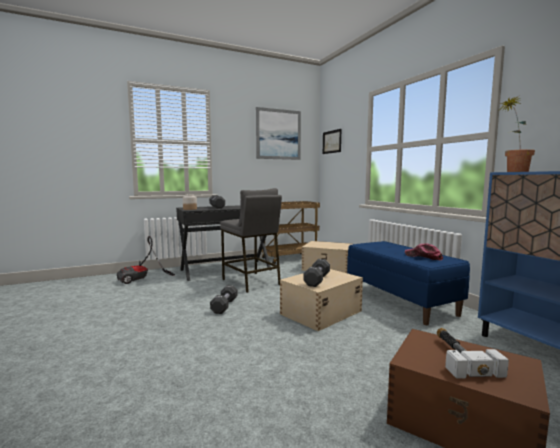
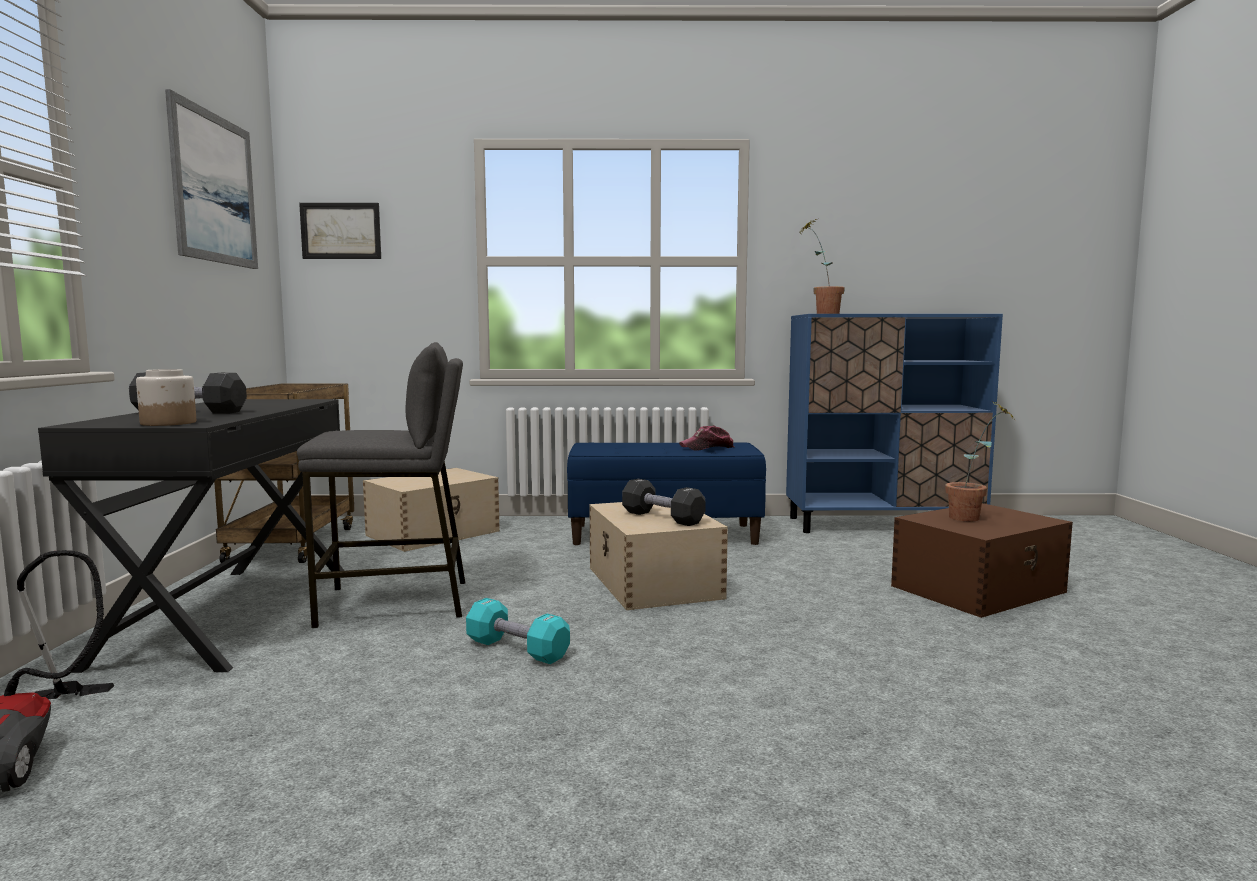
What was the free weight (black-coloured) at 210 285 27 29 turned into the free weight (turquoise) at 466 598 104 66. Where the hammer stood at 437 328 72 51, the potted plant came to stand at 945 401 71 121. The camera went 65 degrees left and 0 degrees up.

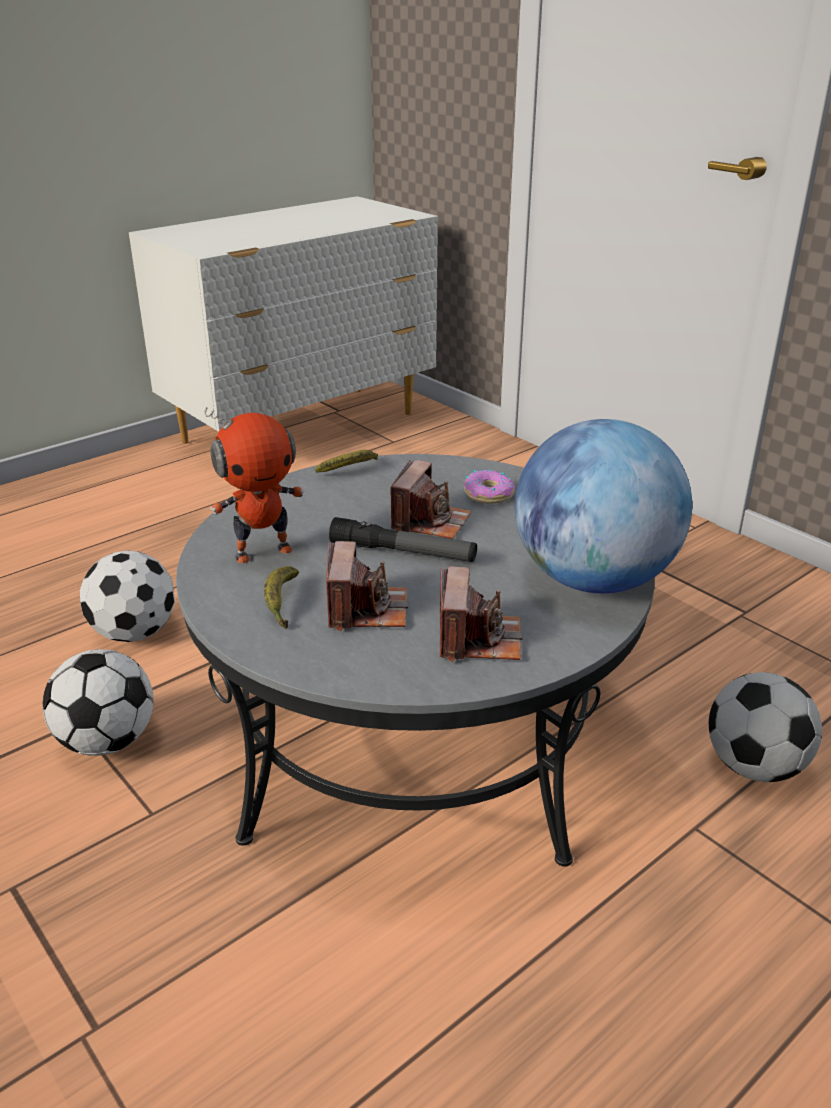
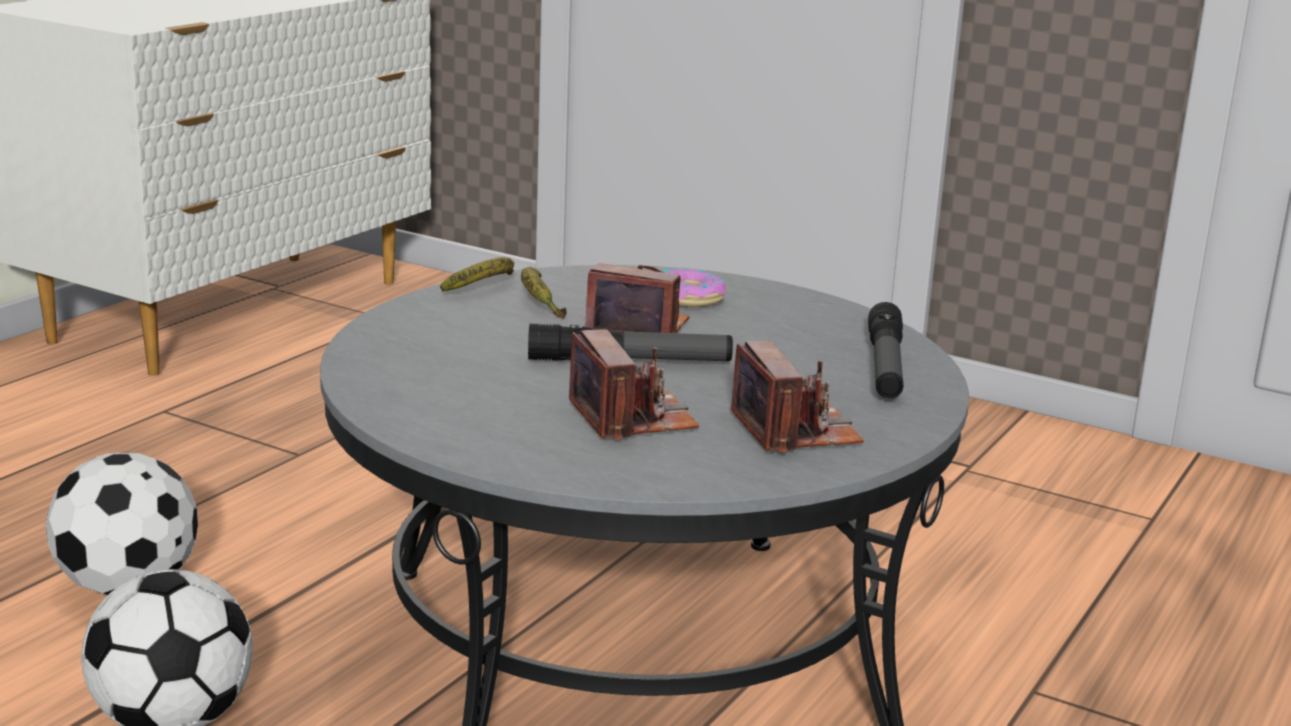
The second view lost the model robot at 205 407 99 156. Where the globe stood at 515 419 177 174, the flashlight came to stand at 868 302 36 96. The photo camera at 390 460 82 79 ended up facing another way, 75 degrees counterclockwise from before. The banana fruit ended up elsewhere, having gone from 264 566 35 63 to 521 267 45 52. The second view lost the football at 709 672 113 110. The camera went 20 degrees left and 10 degrees down.

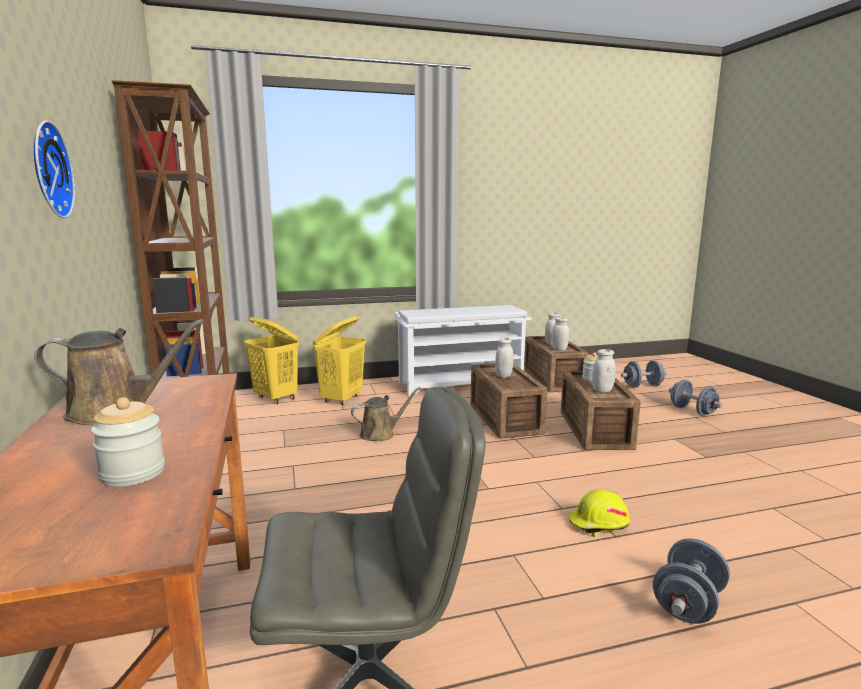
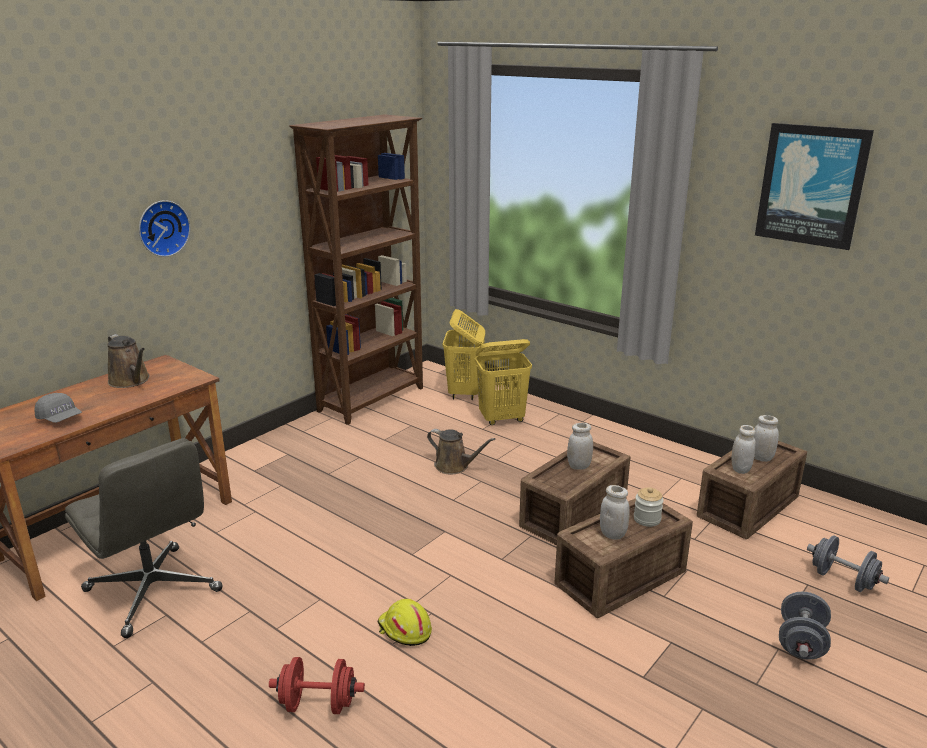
The second view lost the shoe shelf (white) at 394 305 138 91. Where the storage jar stood at 91 397 74 90, the cap (gray) came to stand at 34 393 48 30. What was the free weight (gray) at 653 538 77 86 turned into the free weight (reddish) at 269 657 96 57. The second view gained the wall picture at 755 123 119 127. The camera went 55 degrees right and 10 degrees up.

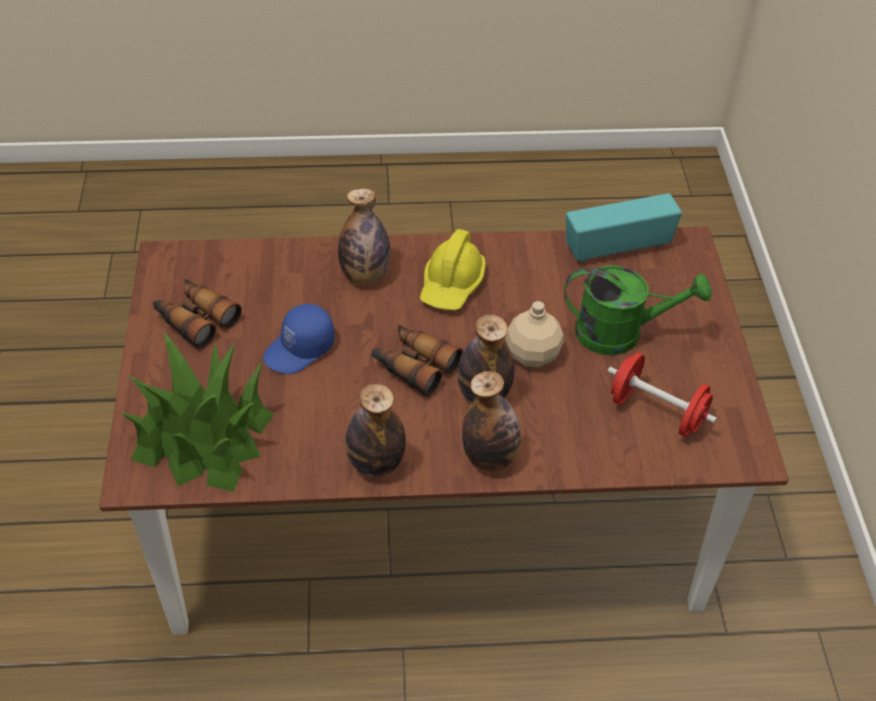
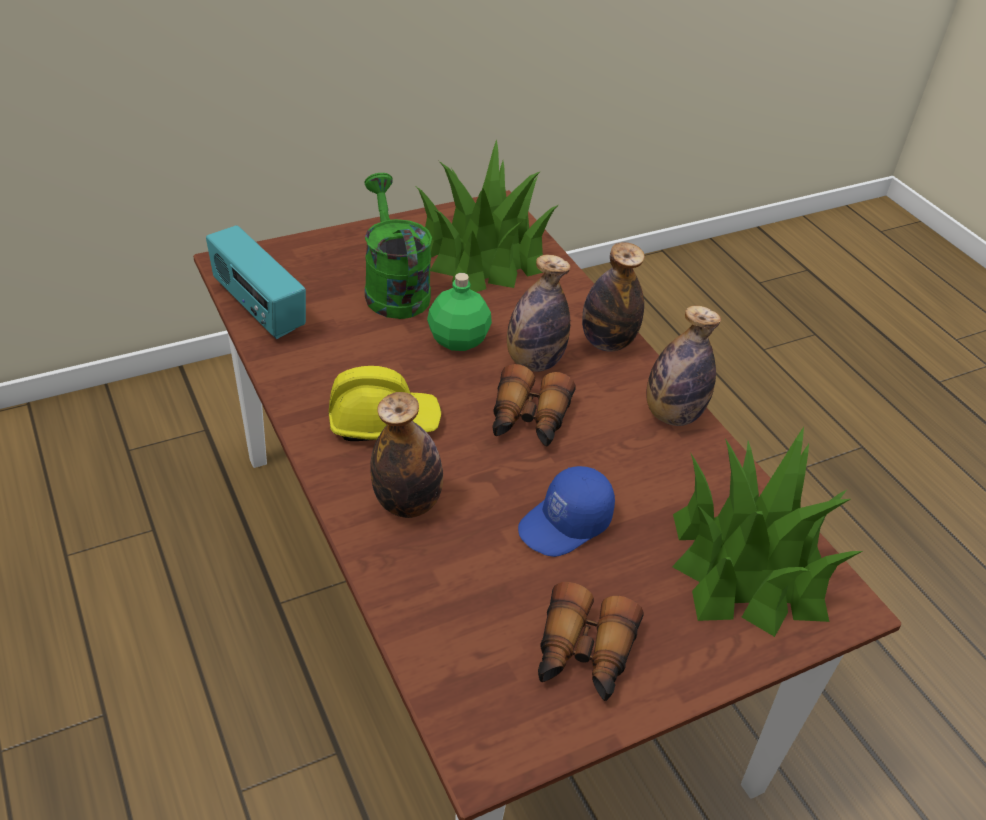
What was the beverage bottle (beige-coloured) at 505 301 59 66 turned into the beverage bottle (green-coloured) at 427 273 65 78. The cap (blue-coloured) at 263 304 72 70 ended up facing another way, 120 degrees clockwise from before. Where the free weight (reddish) stood at 607 353 110 84, the potted plant came to stand at 416 139 142 153. The camera went 115 degrees left and 5 degrees down.

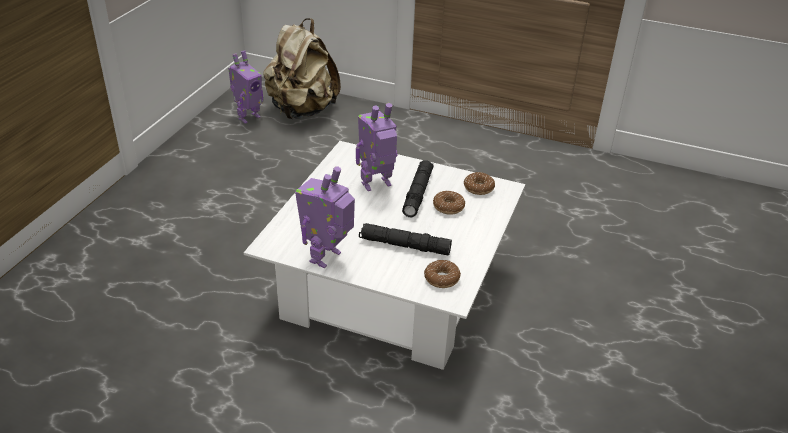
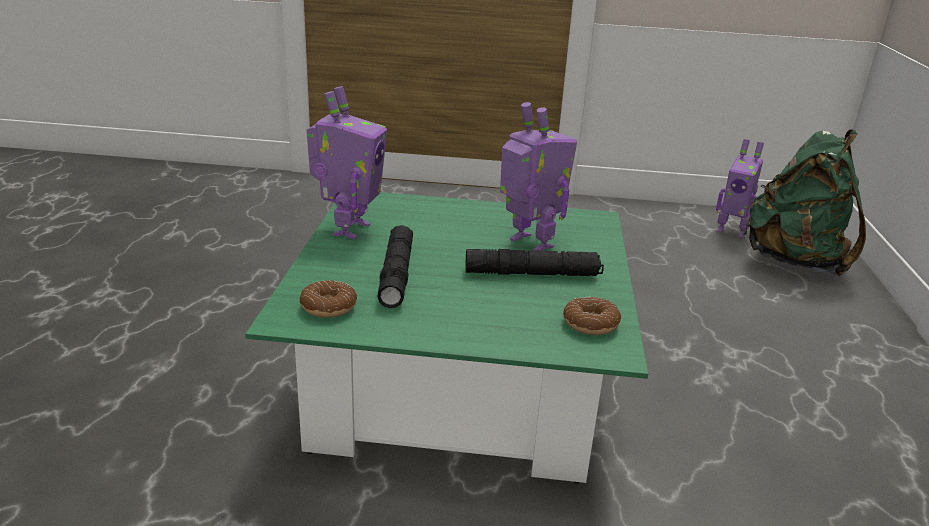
What was the knapsack (beige-coloured) at 263 18 78 101 turned into the knapsack (green-coloured) at 743 129 123 147. What was the low table (white) at 244 141 281 229 turned into the low table (green-coloured) at 245 192 403 292. The model robot at 295 166 60 103 ended up facing another way, 90 degrees clockwise from before. The second view lost the donut at 433 191 32 24. The camera went 75 degrees right and 10 degrees down.

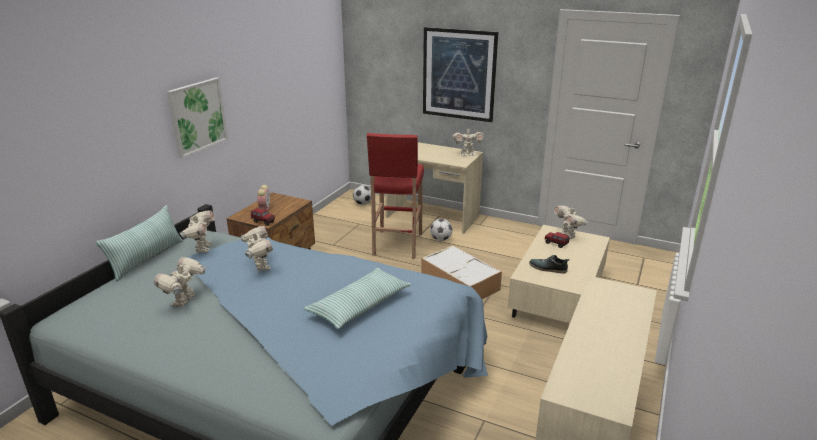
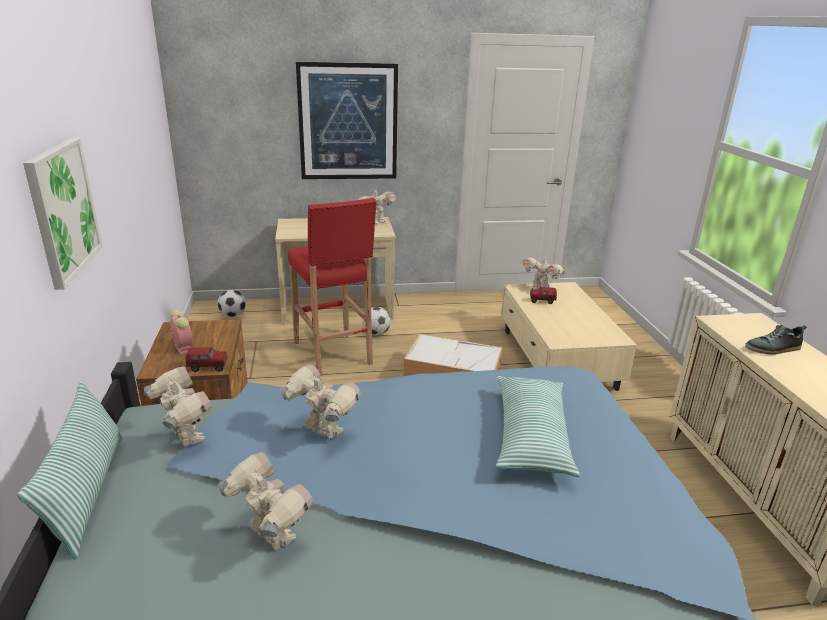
The shoe ended up elsewhere, having gone from 529 255 40 19 to 745 325 62 30. The model robot at 153 257 53 50 ended up facing another way, 150 degrees clockwise from before. The camera went 35 degrees left and 0 degrees up.

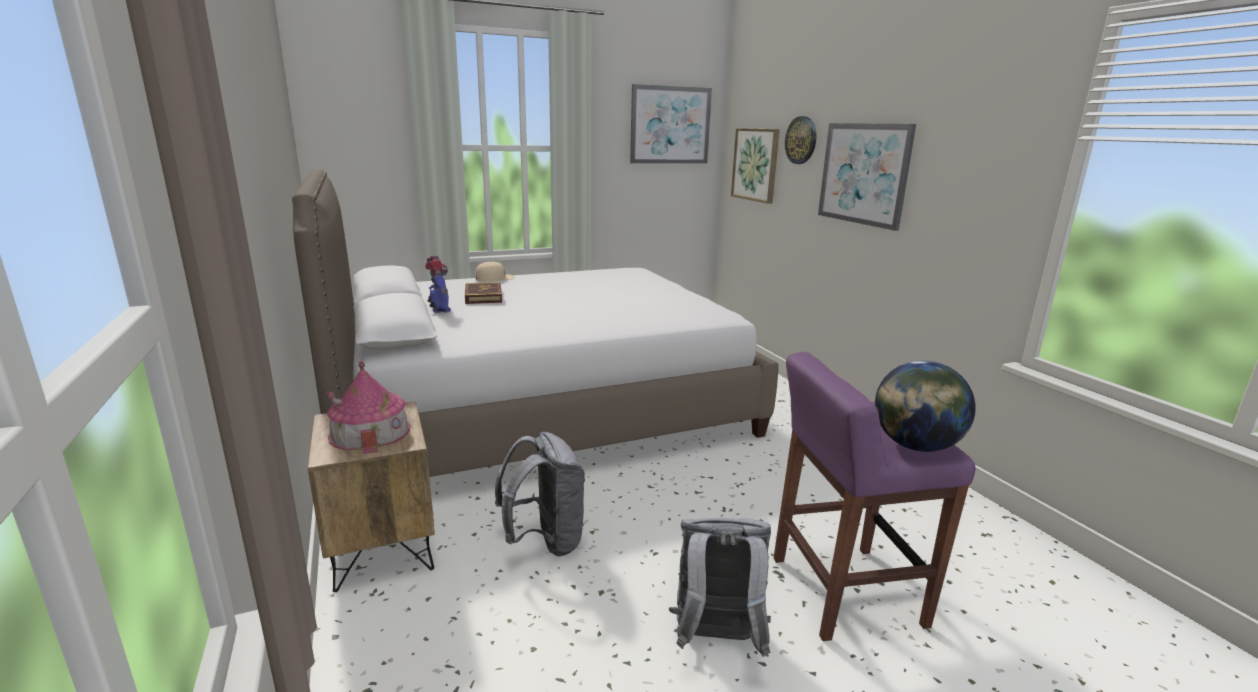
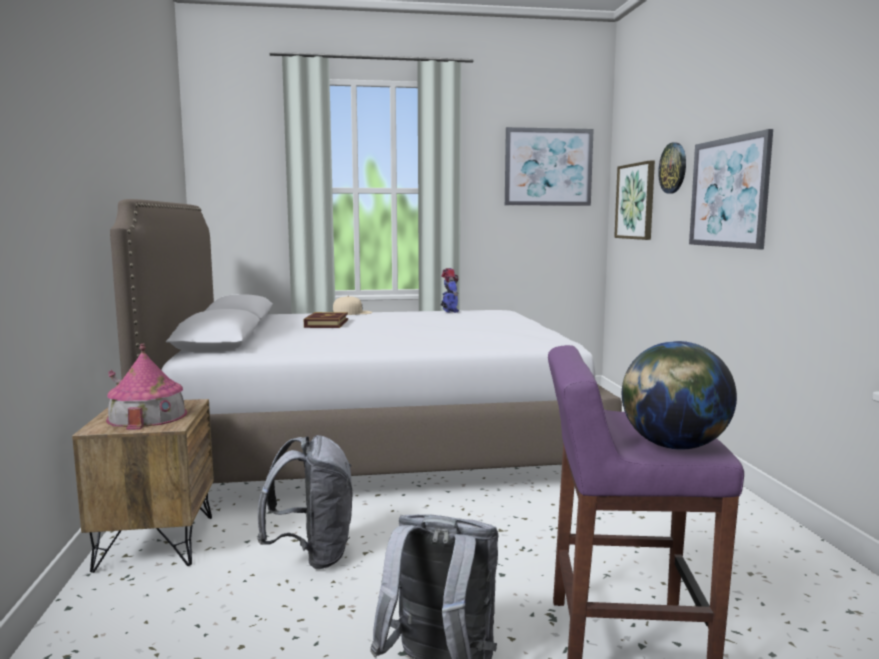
The model robot ended up elsewhere, having gone from 425 256 26 57 to 441 268 18 45. The camera went 15 degrees right and 10 degrees down.

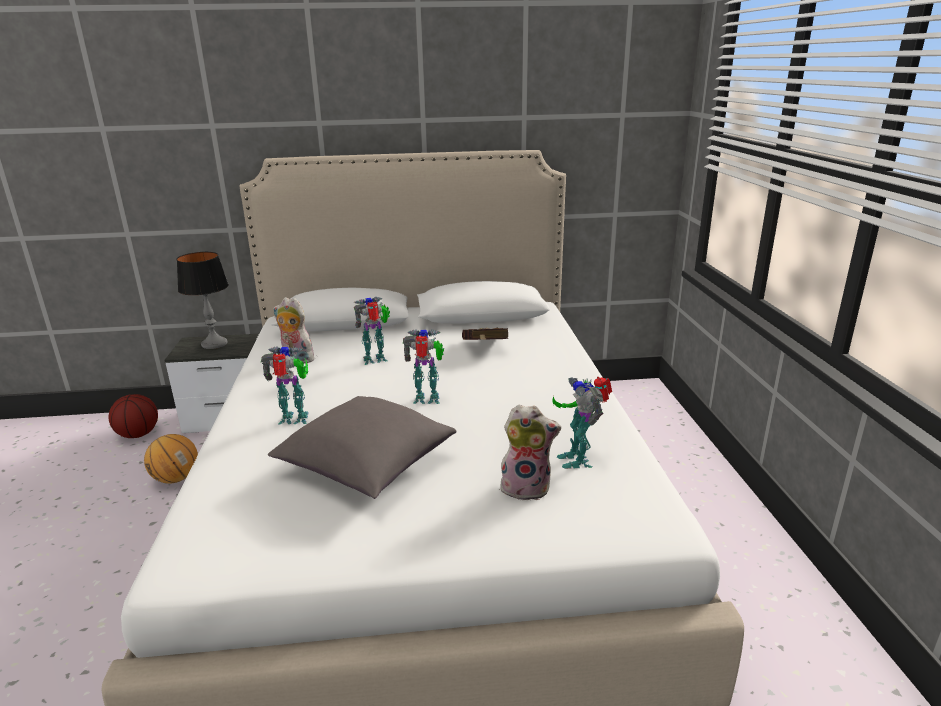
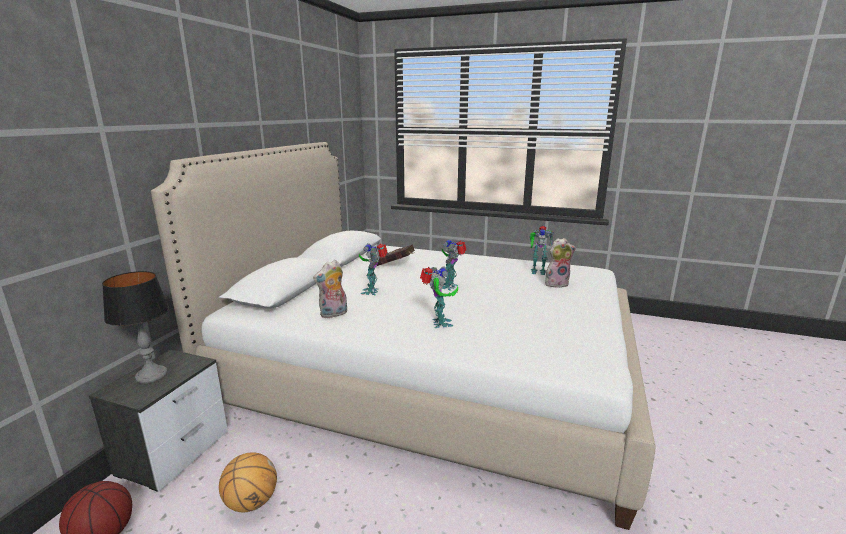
The model robot at 261 346 48 78 ended up facing another way, 150 degrees clockwise from before. The second view lost the throw pillow (gray) at 268 396 189 103. The soft toy at 500 404 61 97 ended up facing another way, 45 degrees clockwise from before. The camera went 65 degrees left and 5 degrees down.

